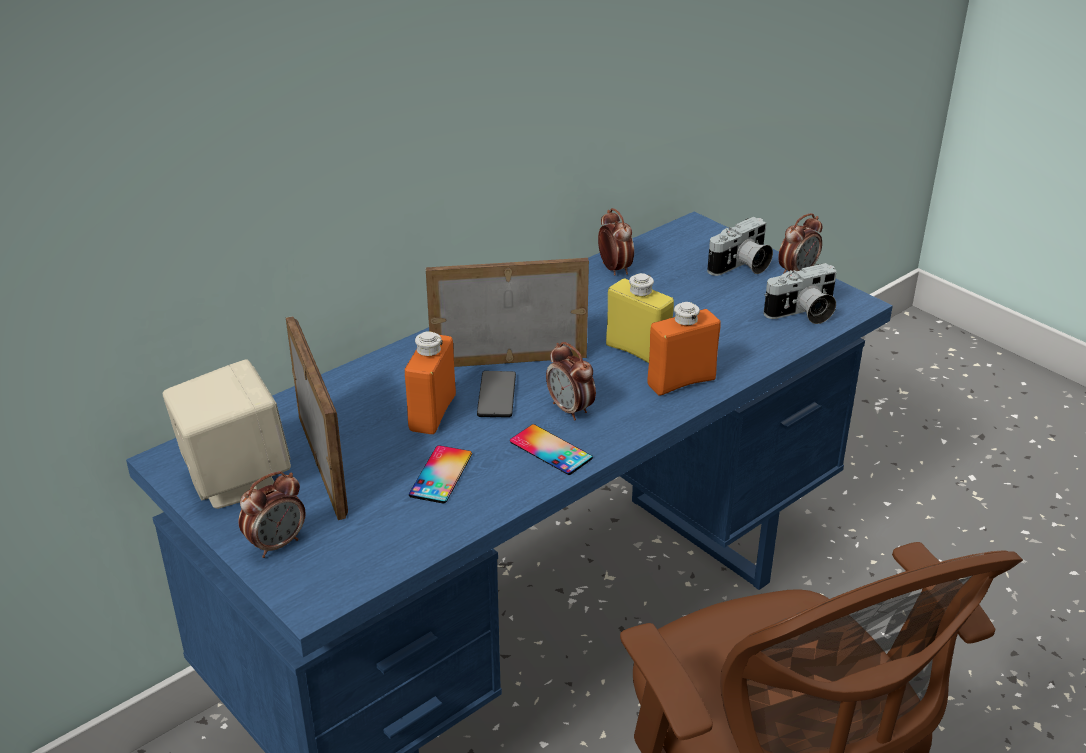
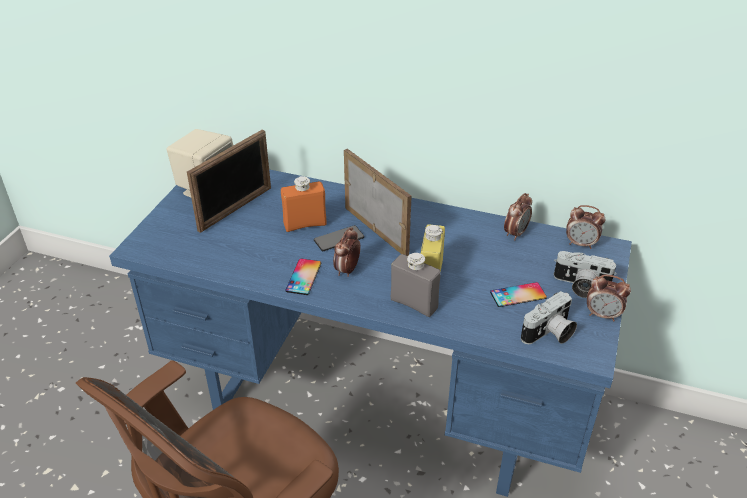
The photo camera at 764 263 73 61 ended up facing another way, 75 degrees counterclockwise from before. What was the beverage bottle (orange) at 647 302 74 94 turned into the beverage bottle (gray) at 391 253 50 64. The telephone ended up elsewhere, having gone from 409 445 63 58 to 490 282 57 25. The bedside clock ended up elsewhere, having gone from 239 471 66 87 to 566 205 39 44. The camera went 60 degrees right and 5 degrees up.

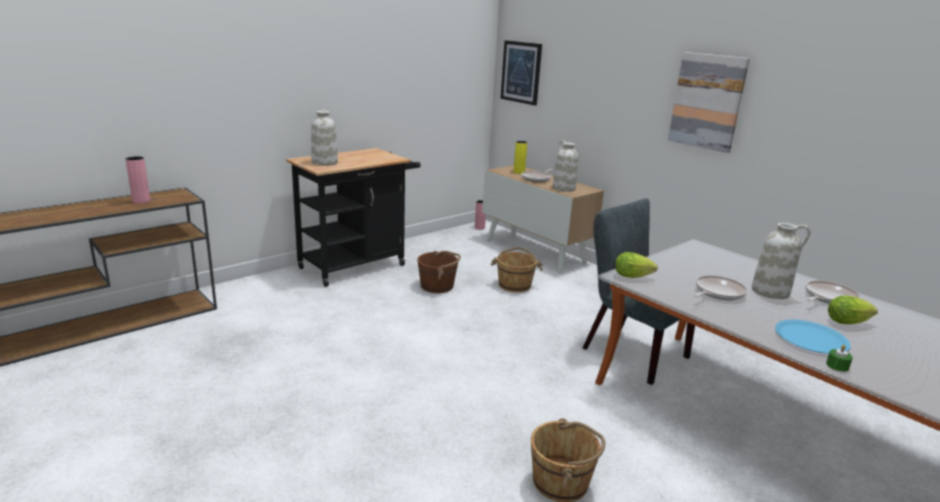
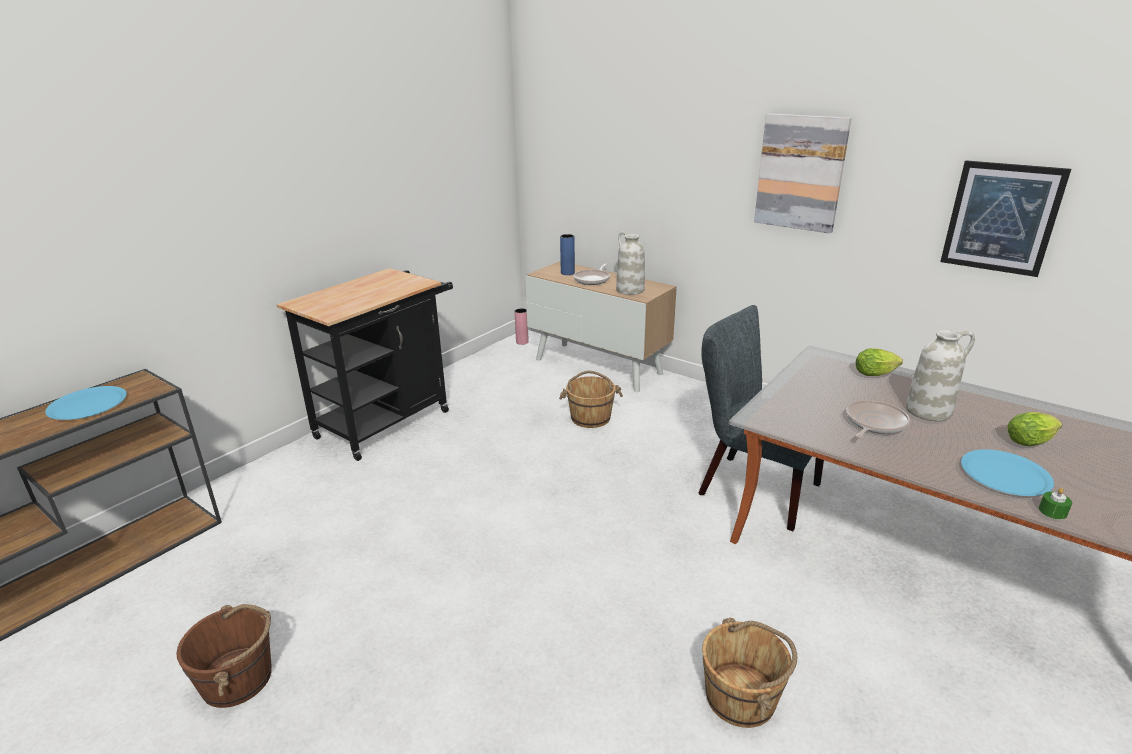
The wall picture ended up elsewhere, having gone from 501 40 41 65 to 940 160 131 117. The second view lost the decorative vase (white) at 311 108 27 58. What was the decorative vase (yellowish) at 514 141 13 33 turned into the decorative vase (blue-coloured) at 560 234 15 41. Where the decorative vase (pink-coloured) stood at 125 156 25 48, the dinner plate (blue-coloured) came to stand at 45 386 82 34. The bucket (brown) ended up elsewhere, having gone from 417 251 44 42 to 176 604 96 104. The lettuce head ended up elsewhere, having gone from 615 252 43 26 to 856 348 47 28. The second view lost the skillet at 805 281 56 23. The camera went 10 degrees left and 5 degrees up.

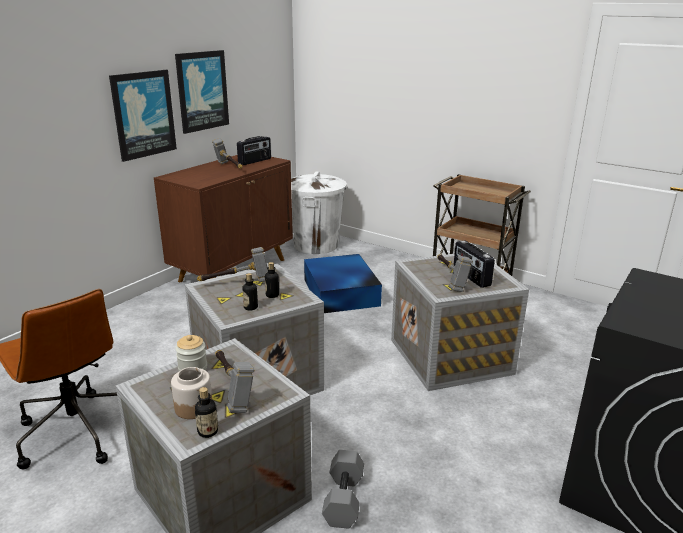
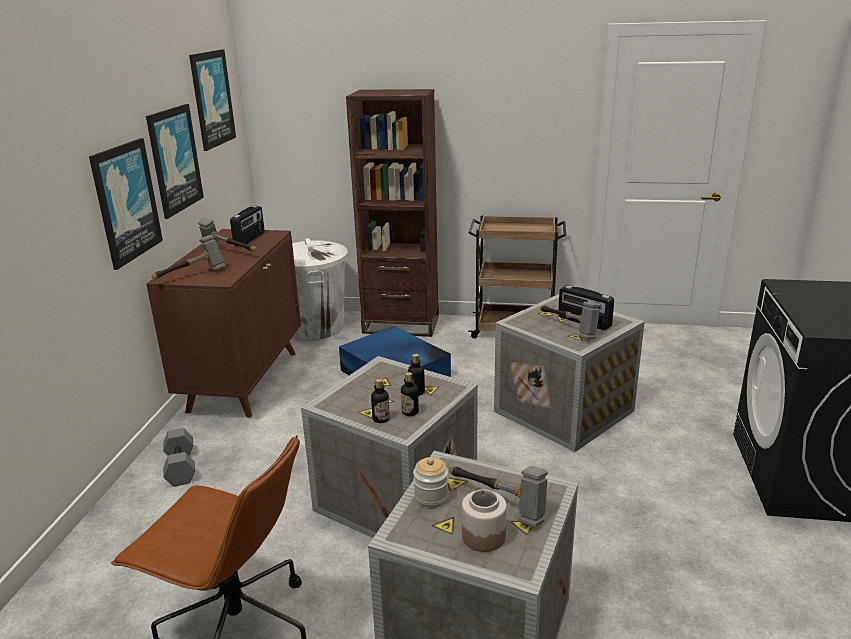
The hammer ended up elsewhere, having gone from 197 247 71 35 to 151 235 75 44. The beverage bottle ended up elsewhere, having gone from 195 387 23 51 to 371 379 19 44. The free weight (gray) ended up elsewhere, having gone from 322 450 42 79 to 163 428 32 59. The second view gained the wall picture at 189 49 47 102. The second view gained the bookcase (brown) at 346 89 93 248. The camera went 25 degrees left and 0 degrees up.

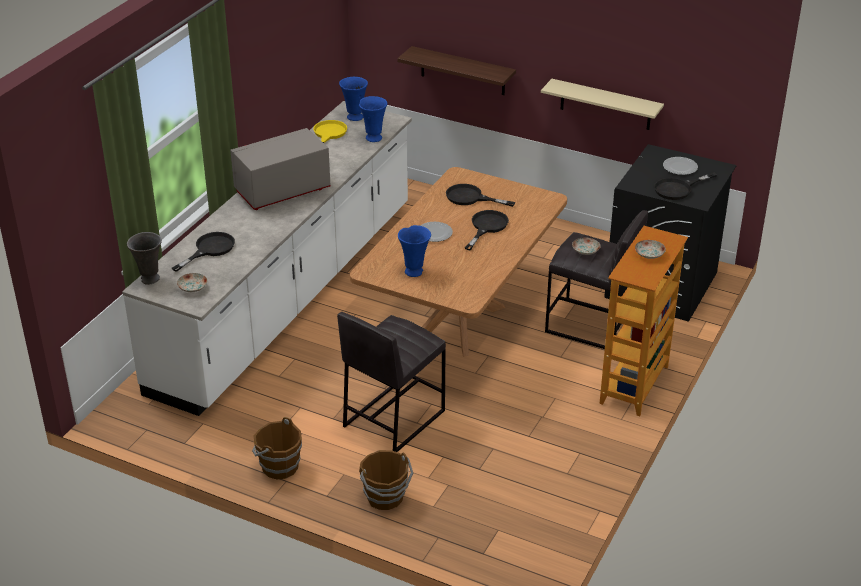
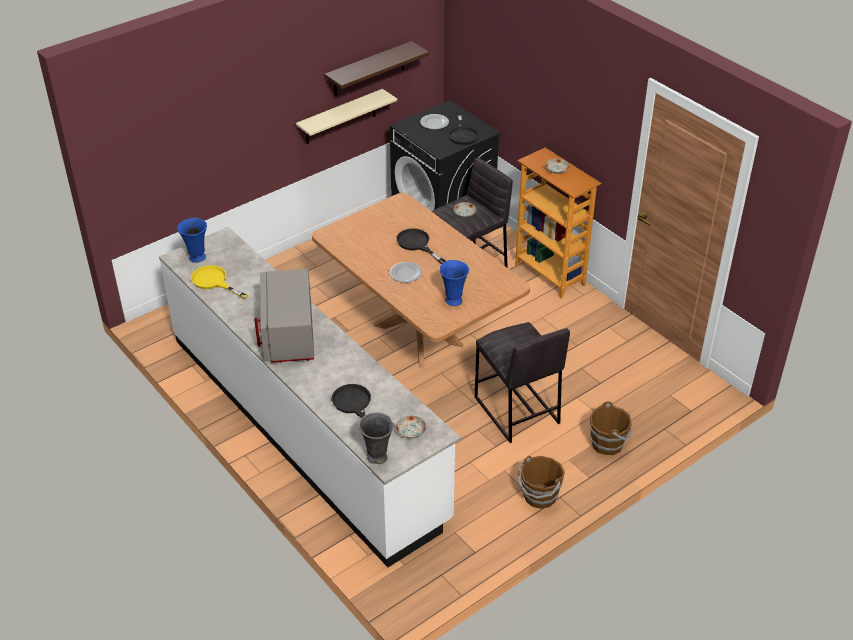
The bracket shelf ended up elsewhere, having gone from 397 46 119 49 to 324 41 105 55. The second view lost the decorative vase (blue-coloured) at 359 96 28 46. The second view lost the skillet (black-coloured) at 446 184 69 23. The camera went 65 degrees left and 5 degrees up.

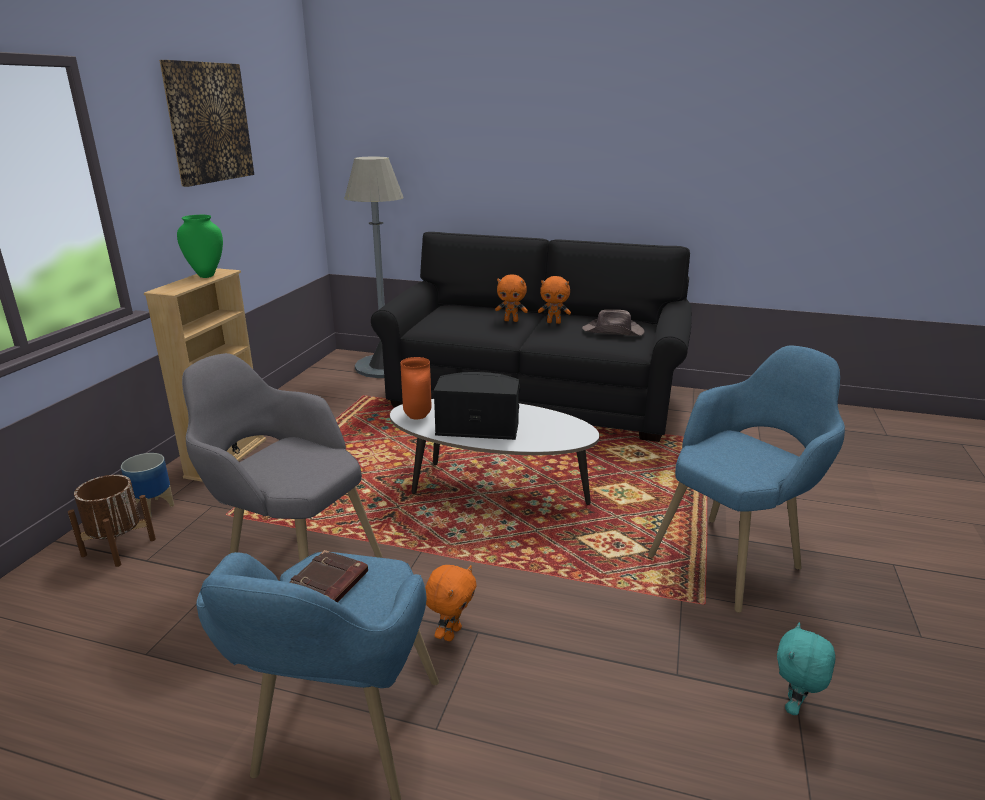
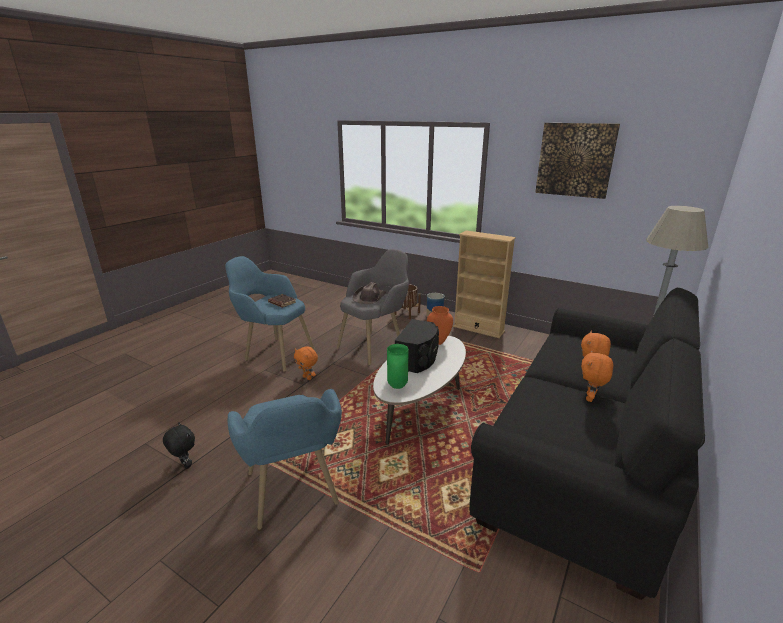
The decorative vase (green-coloured) ended up elsewhere, having gone from 177 215 46 63 to 387 344 22 45. The clothing hat (brown) ended up elsewhere, having gone from 582 310 63 26 to 353 282 34 22. What was the soft toy (turquoise) at 777 622 58 93 turned into the soft toy (black-coloured) at 163 422 32 47. The camera went 105 degrees right and 0 degrees up.

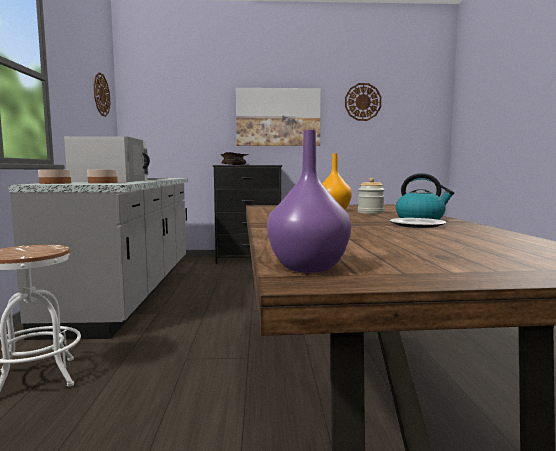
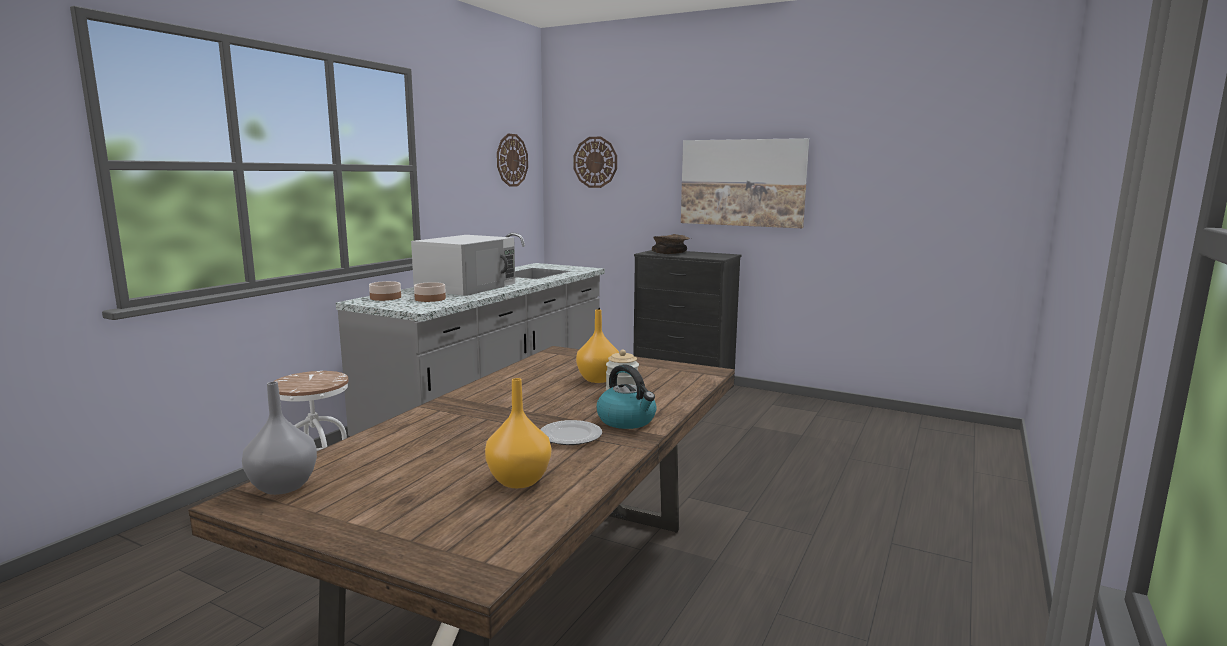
The clock on the wall ended up elsewhere, having gone from 345 83 37 38 to 574 137 43 51. What was the decorative vase (purple) at 267 130 84 143 turned into the decorative vase (gray) at 242 381 75 114. The second view gained the decorative vase (orange) at 485 378 66 110. The camera went 30 degrees right and 5 degrees up.

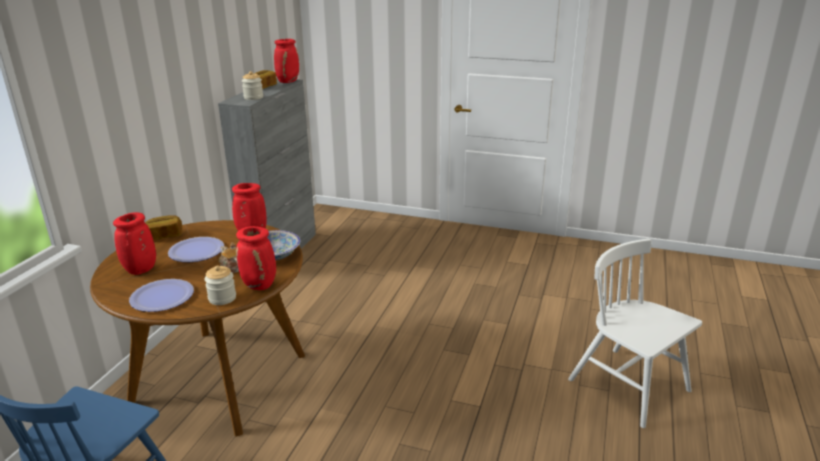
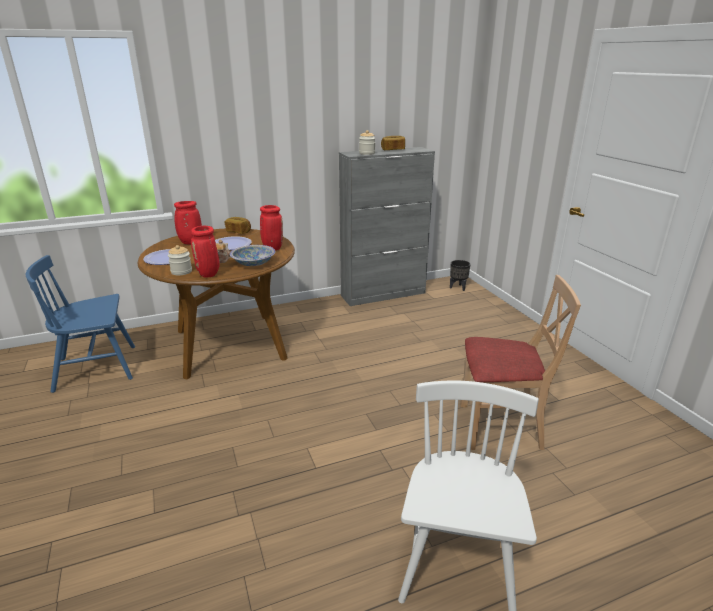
The second view lost the decorative vase (reddish) at 274 39 25 44. The second view gained the flower pot (black-coloured) at 450 260 21 31. The second view gained the upright chair (beige-coloured) at 460 275 121 175. The camera went 50 degrees right and 0 degrees up.

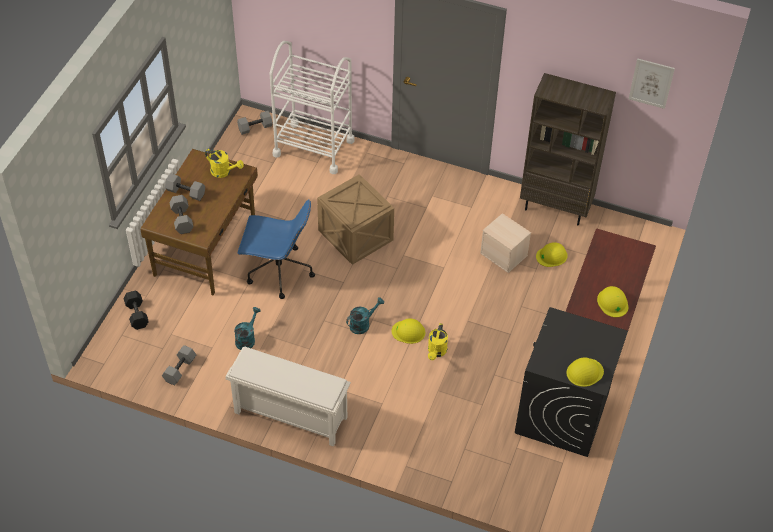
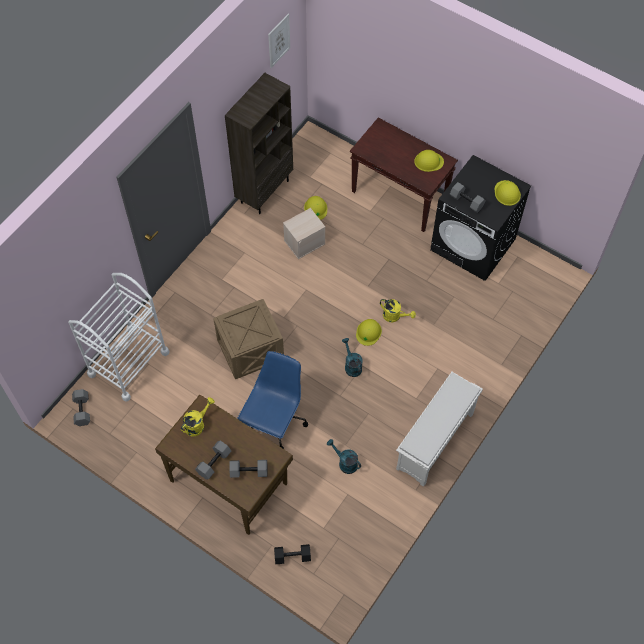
The free weight (gray) ended up elsewhere, having gone from 162 345 34 40 to 450 182 36 31. The camera went 75 degrees left and 10 degrees up.

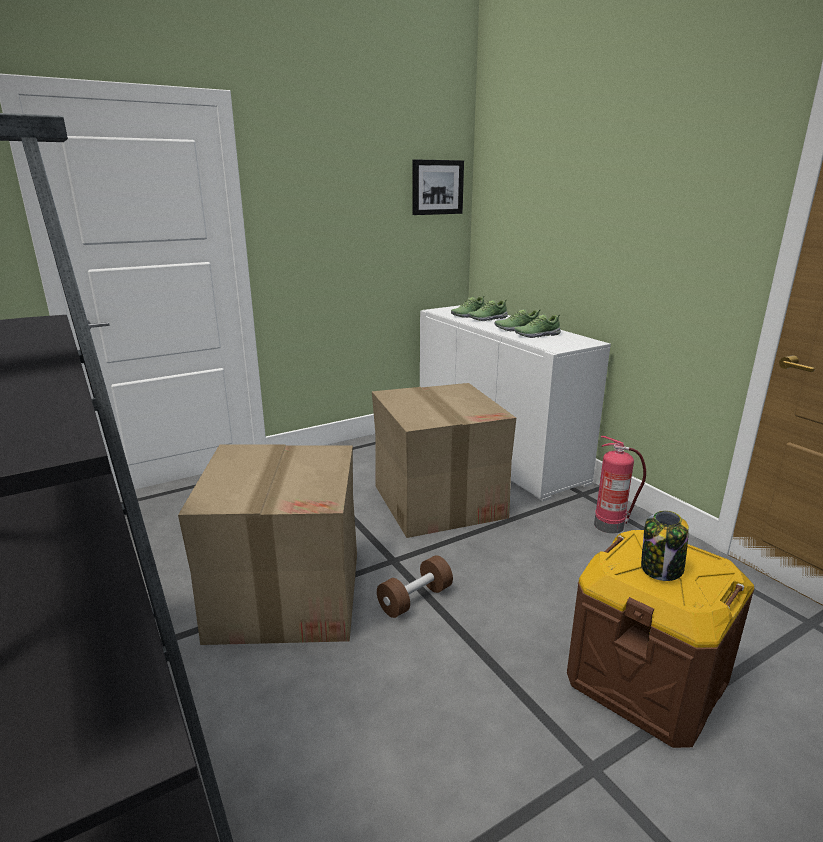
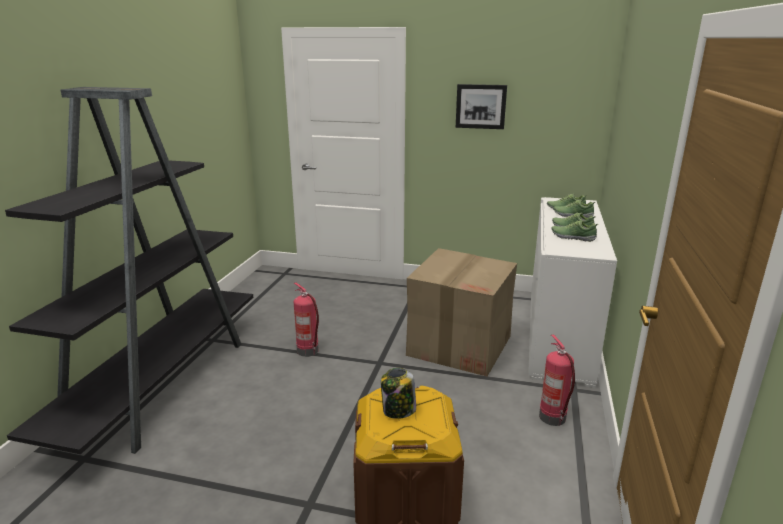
The wall picture ended up elsewhere, having gone from 412 159 52 56 to 456 84 51 45. Where the carton stood at 178 445 179 200, the fire-fighting cylinder came to stand at 294 283 25 74. The second view lost the free weight (brown) at 377 555 76 63. The camera went 45 degrees right and 0 degrees up.

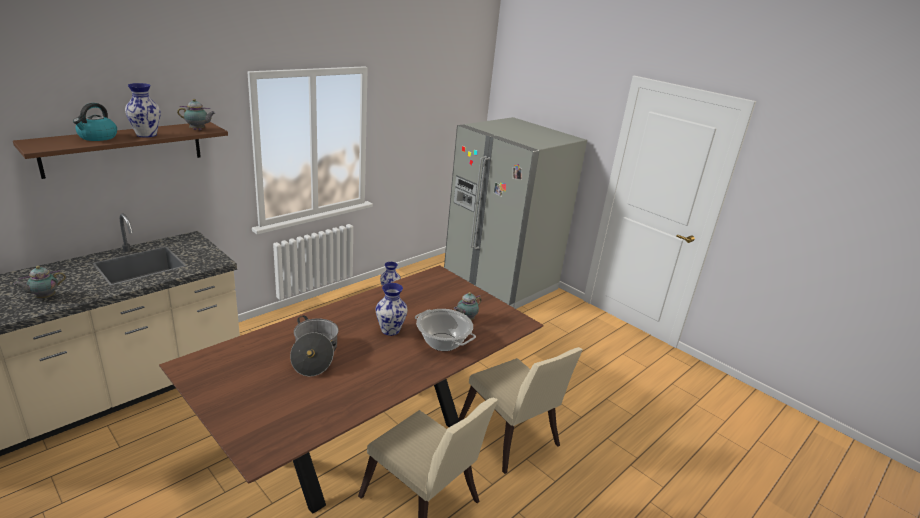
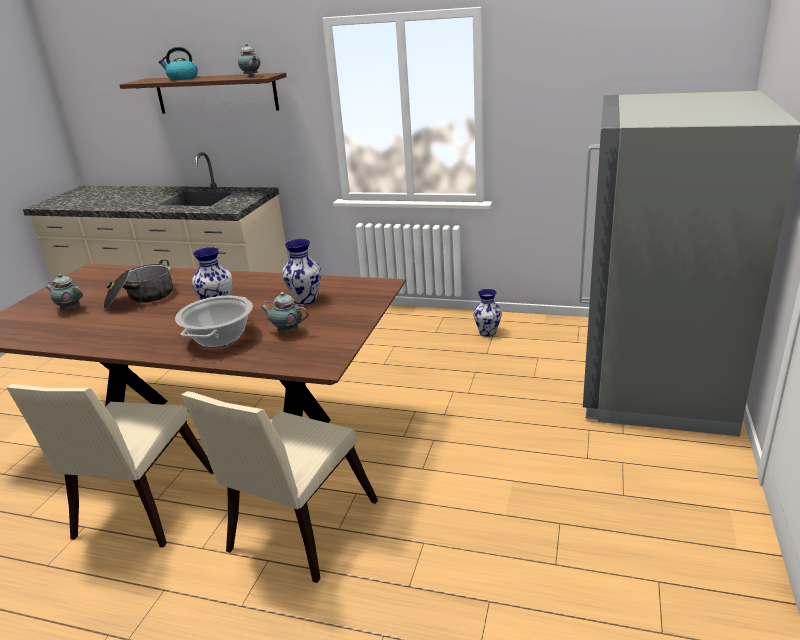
The decorative vase ended up elsewhere, having gone from 125 83 36 55 to 282 239 39 66. The pot for tea ended up elsewhere, having gone from 13 266 53 32 to 46 274 37 37. The camera went 65 degrees right and 0 degrees up.

